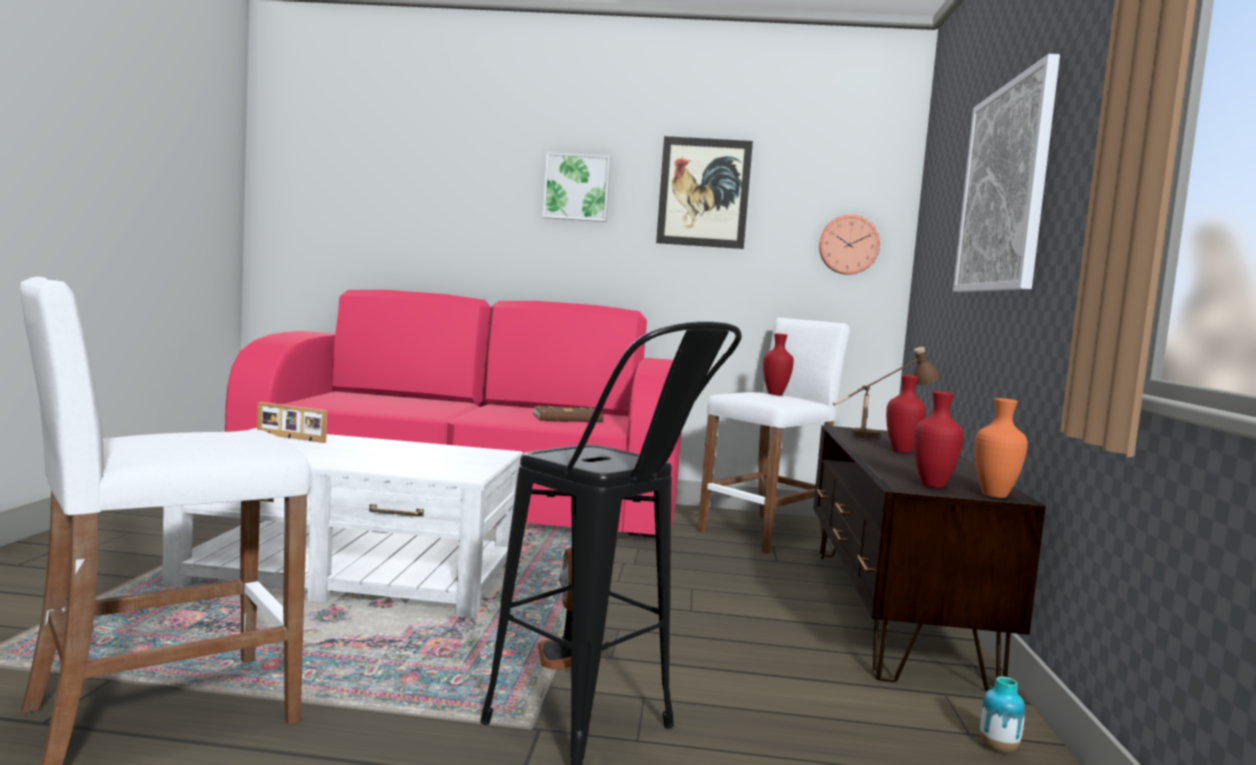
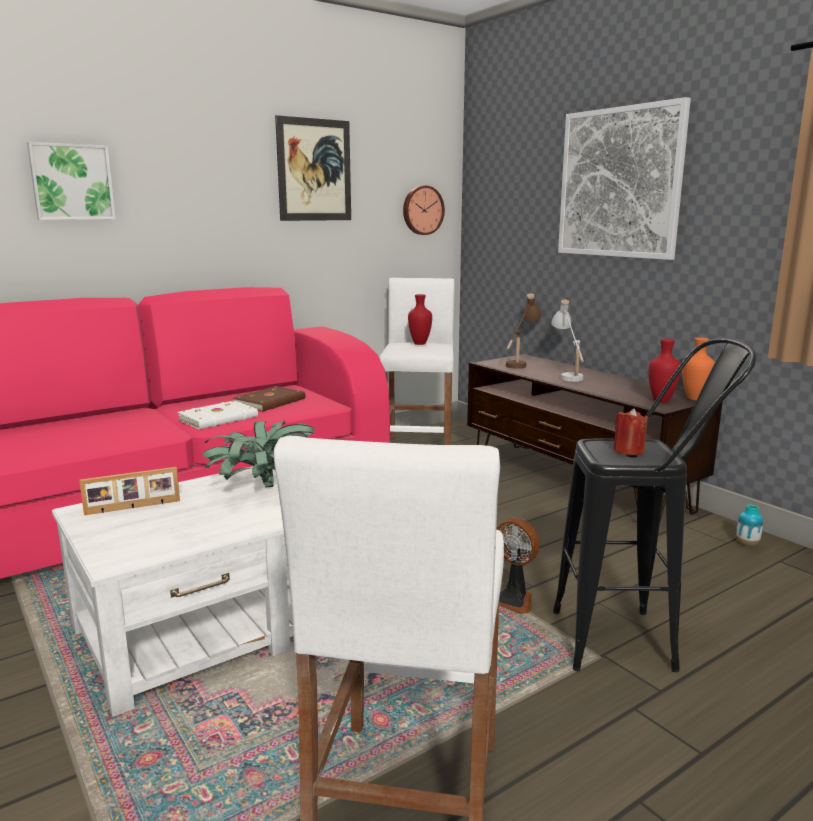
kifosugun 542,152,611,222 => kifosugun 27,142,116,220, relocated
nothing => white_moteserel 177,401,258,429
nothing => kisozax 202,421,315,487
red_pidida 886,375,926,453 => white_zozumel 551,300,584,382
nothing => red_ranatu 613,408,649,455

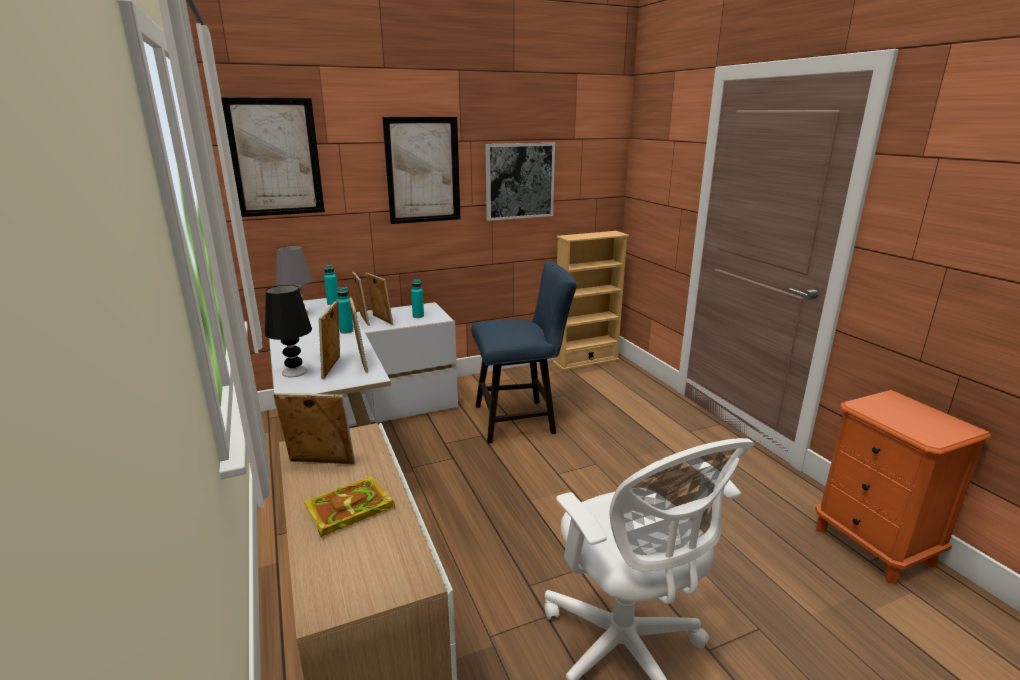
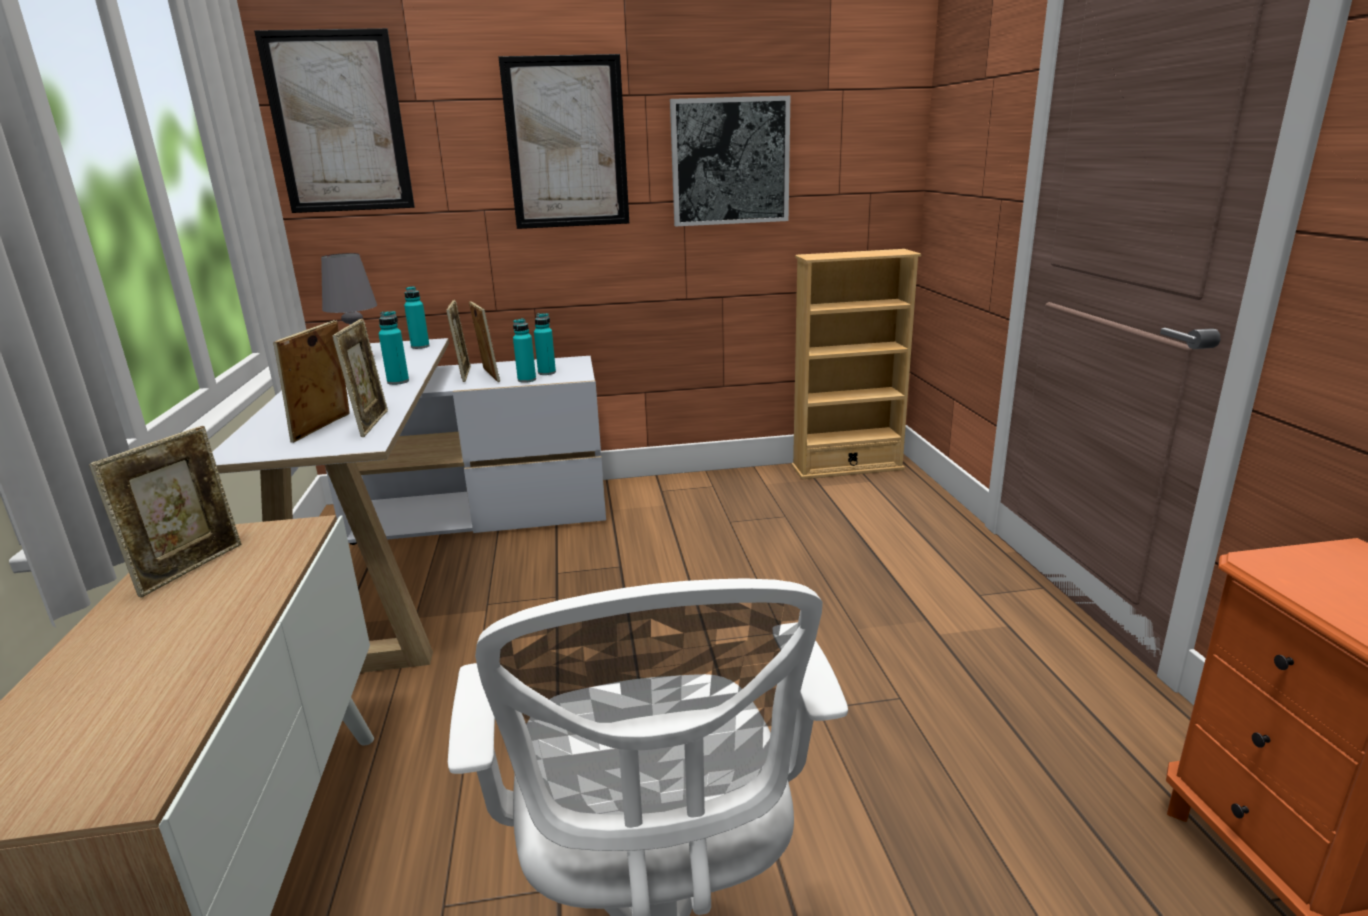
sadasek 273,393,355,464 => sadasek 89,426,242,598, 90 degrees clockwise
nothing => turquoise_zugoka 513,319,536,383
black_zozumel 265,285,312,377 => nothing
moteserel 304,476,395,537 => nothing
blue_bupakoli 471,261,577,444 => nothing

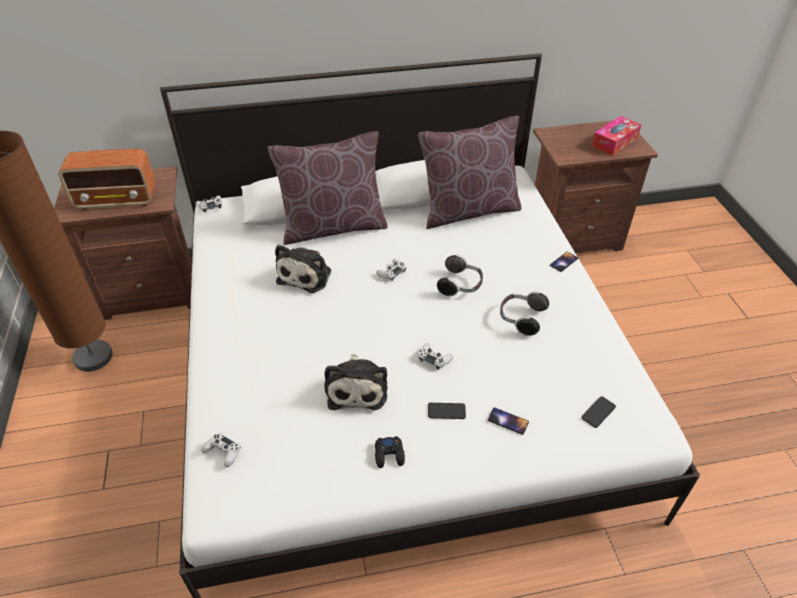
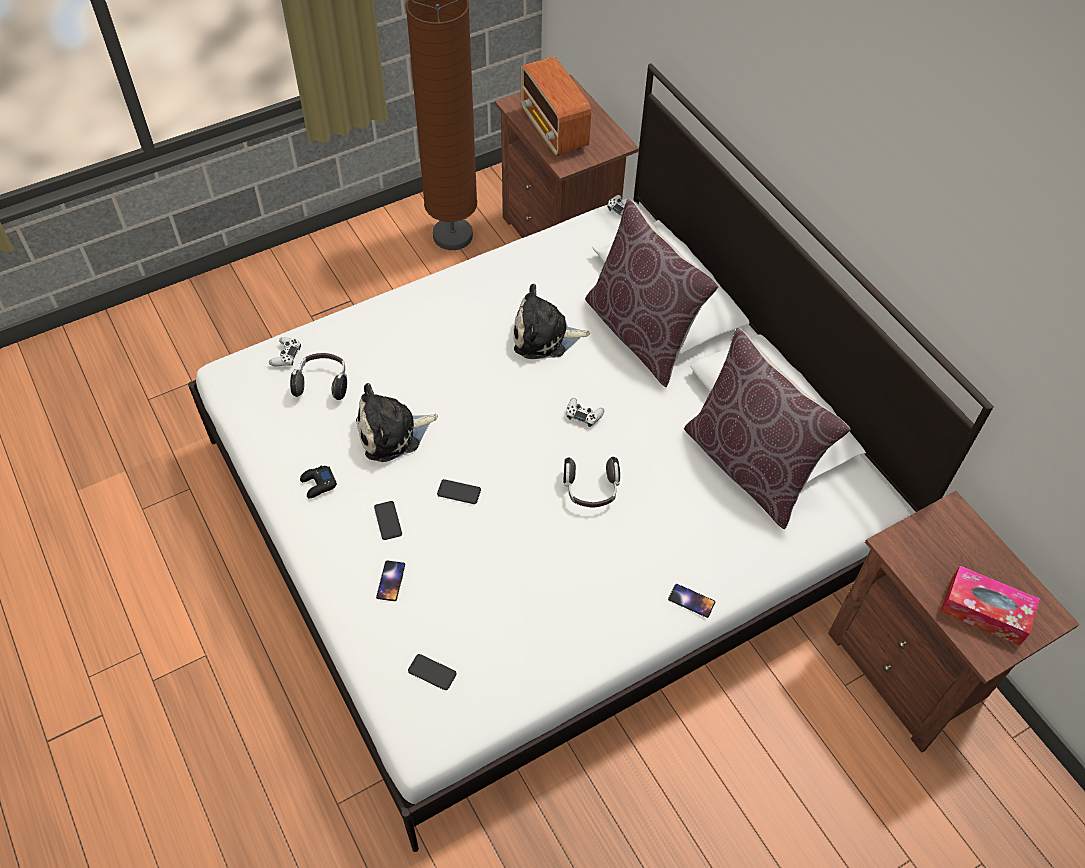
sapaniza 500,291,549,336 => sapaniza 290,353,347,400, relocated
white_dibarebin 418,343,453,370 => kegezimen 437,479,481,504

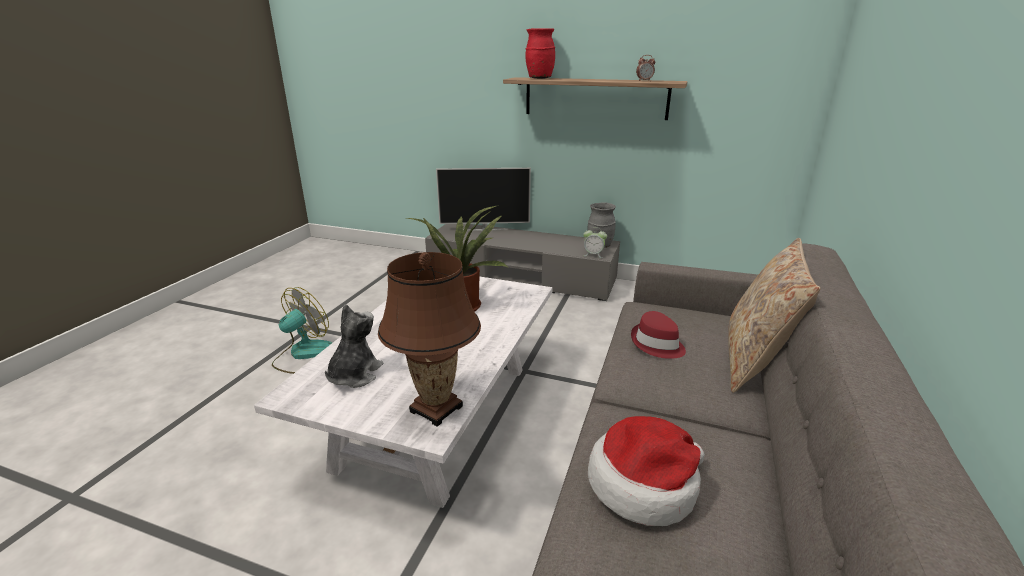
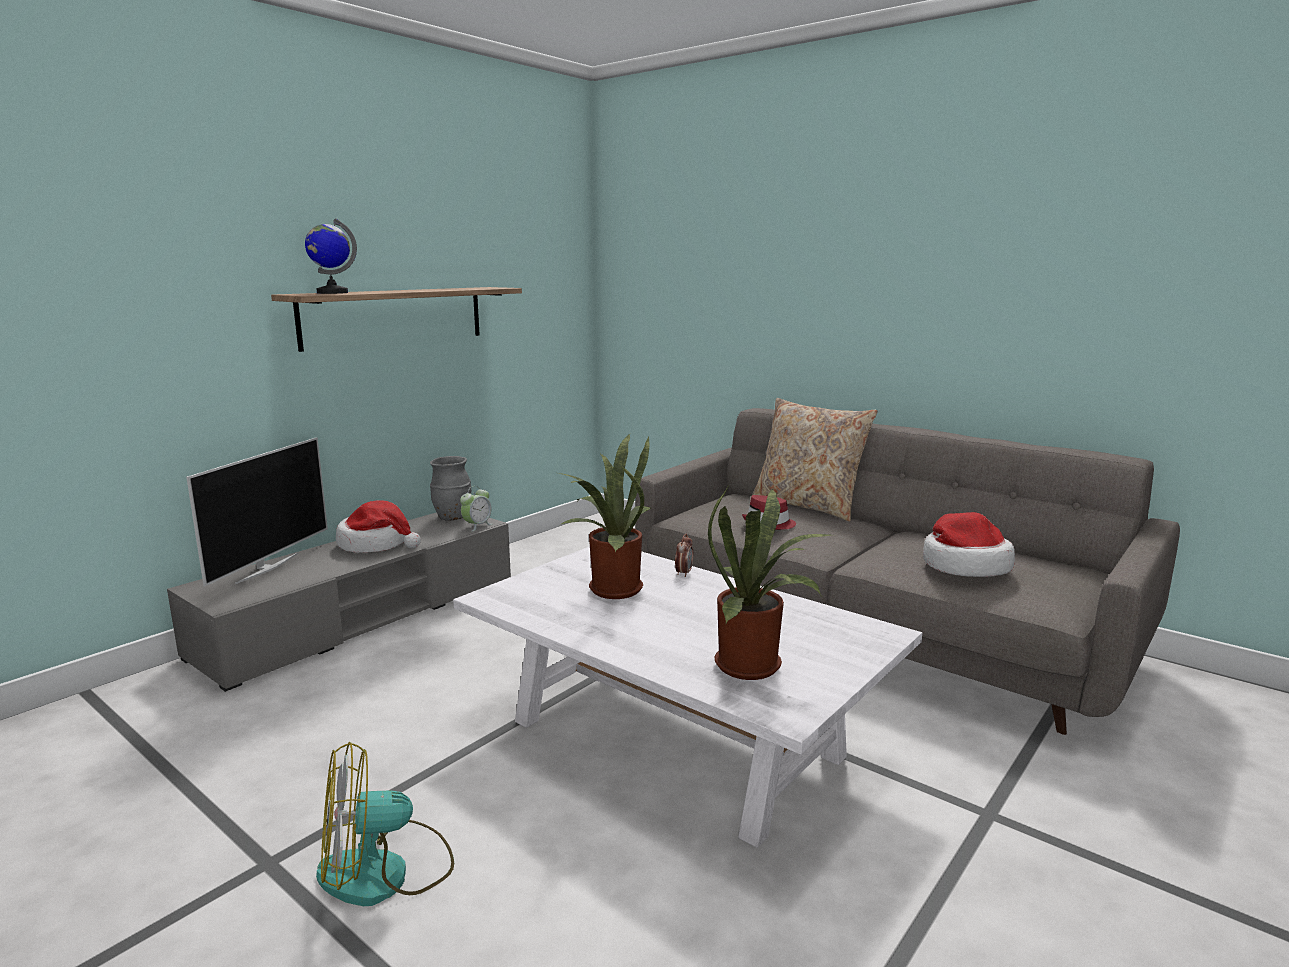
red_pidida 525,28,555,79 => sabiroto 305,218,357,294
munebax 272,287,332,374 => munebax 316,742,454,906, 75 degrees counterclockwise
nothing => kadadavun 336,500,421,553
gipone 636,55,655,81 => gipone 675,534,693,577, relocated
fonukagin 325,304,383,388 => kisozax 708,486,830,680
brown_zozumel 378,252,481,427 => nothing

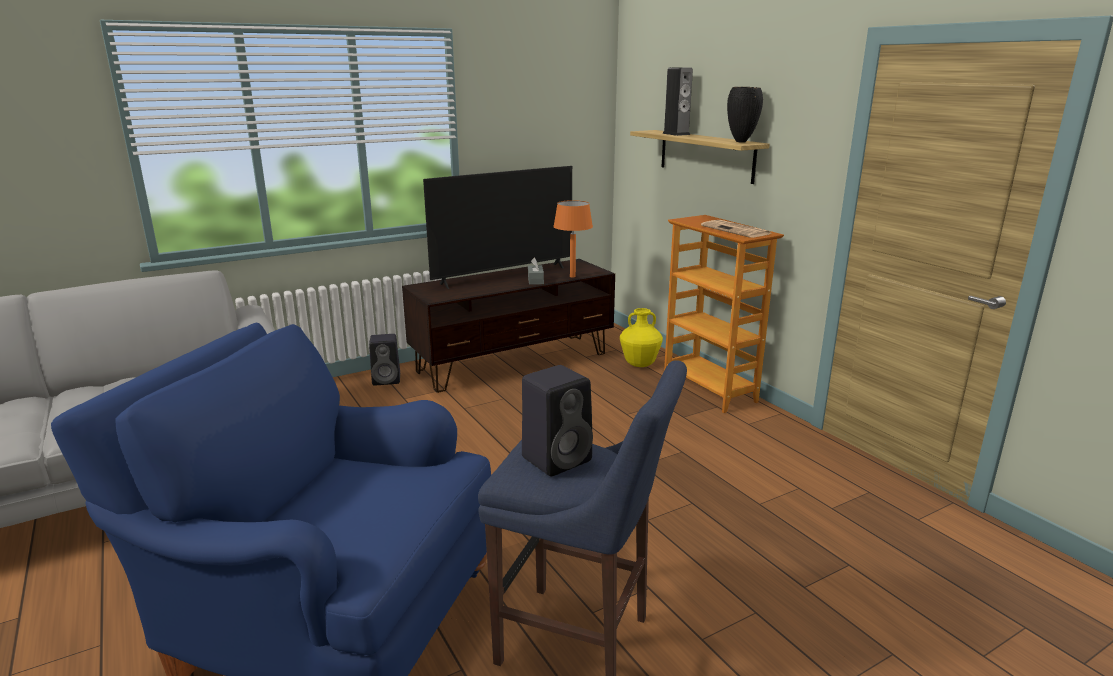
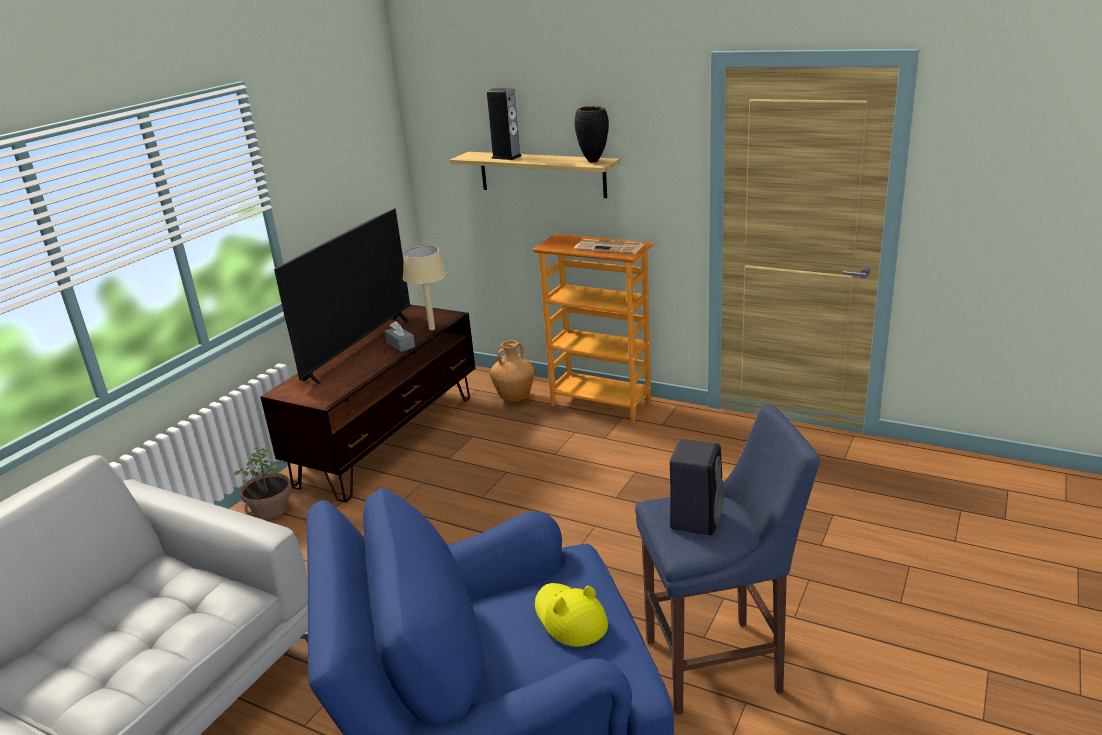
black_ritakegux 369,334,400,386 => kisozax 234,447,292,520
orange_zozumel 553,200,593,278 => beige_zozumel 403,246,446,330
yellow_pidida 620,308,663,367 => brown_pidida 490,340,535,402
nothing => yellow_kadadavun 535,583,608,647

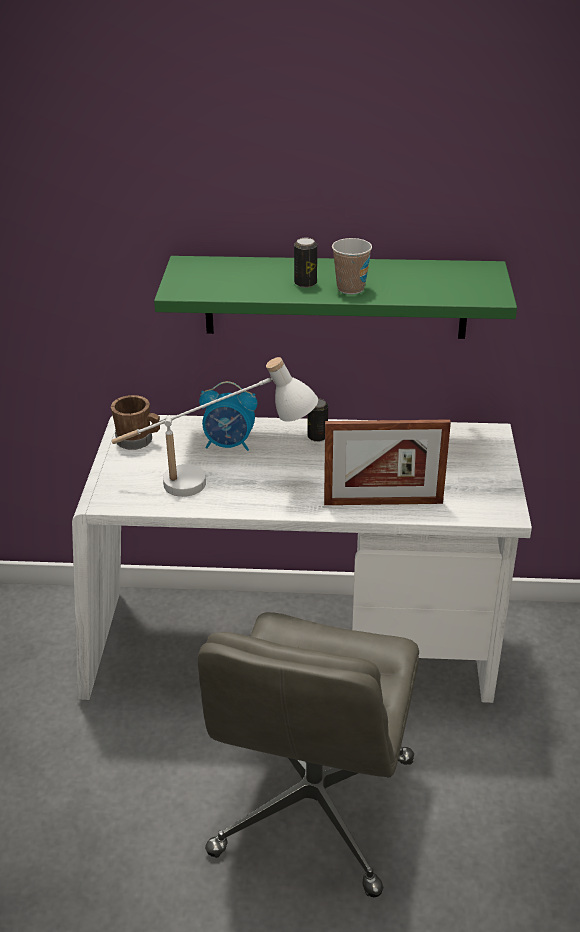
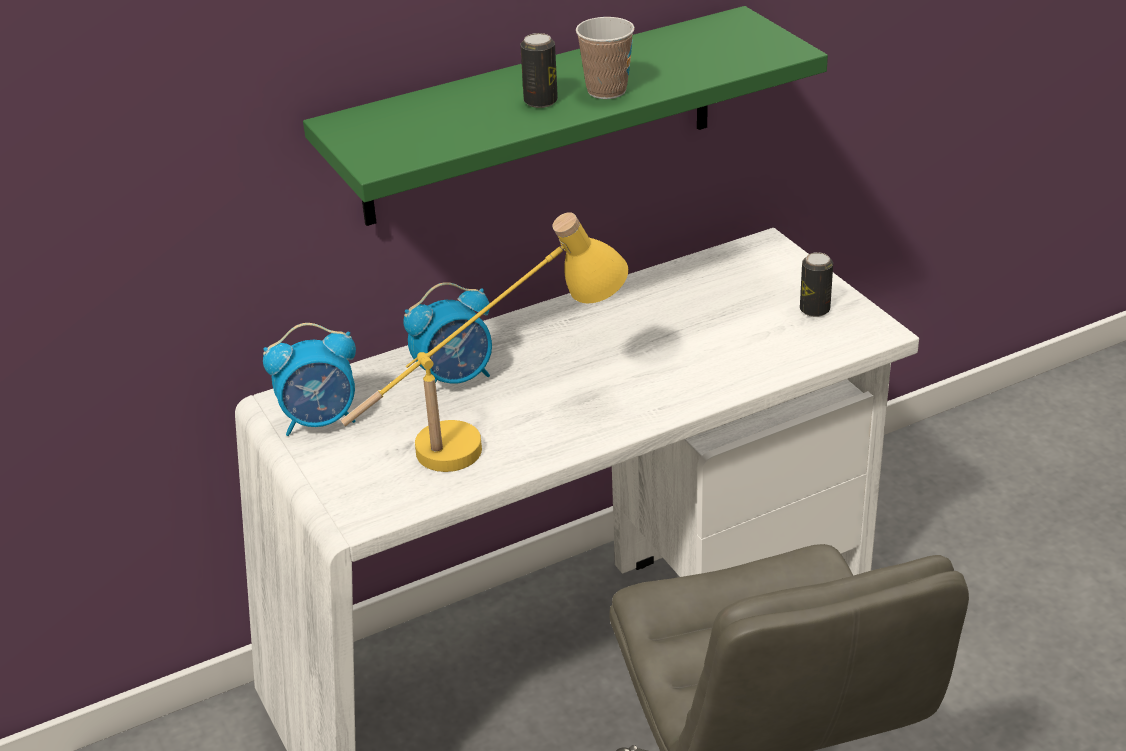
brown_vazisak 111,395,160,450 => gipone 263,323,356,436
white_zozumel 112,357,318,497 => yellow_zozumel 340,212,628,472
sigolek 308,398,328,442 => sigolek 800,252,833,317, relocated
sadasek 324,419,451,505 => nothing

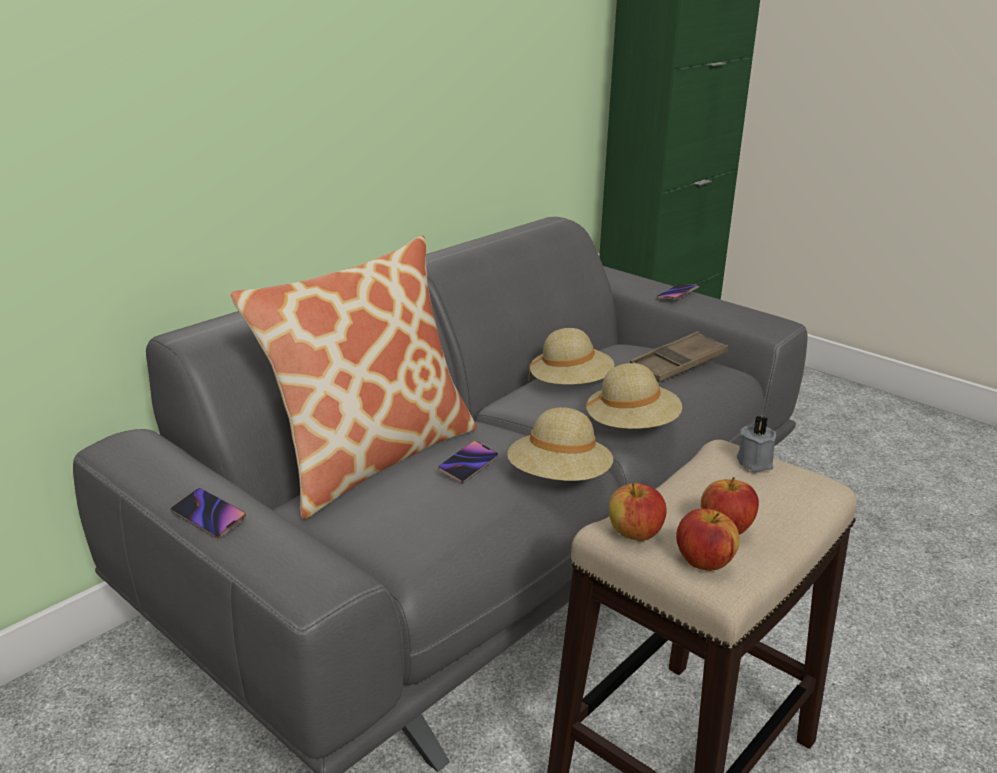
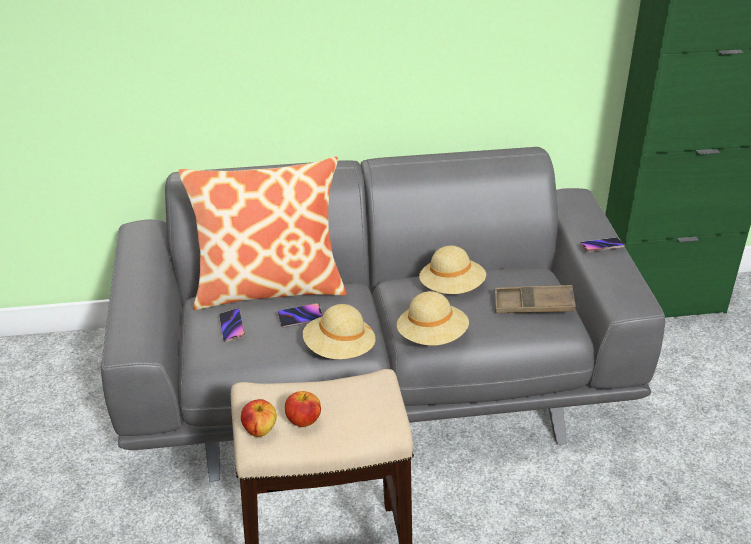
kegezimen 171,488,246,538 => kegezimen 219,308,245,342, relocated
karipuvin 609,483,667,541 => nothing
grey_ranatu 737,415,776,472 => nothing

